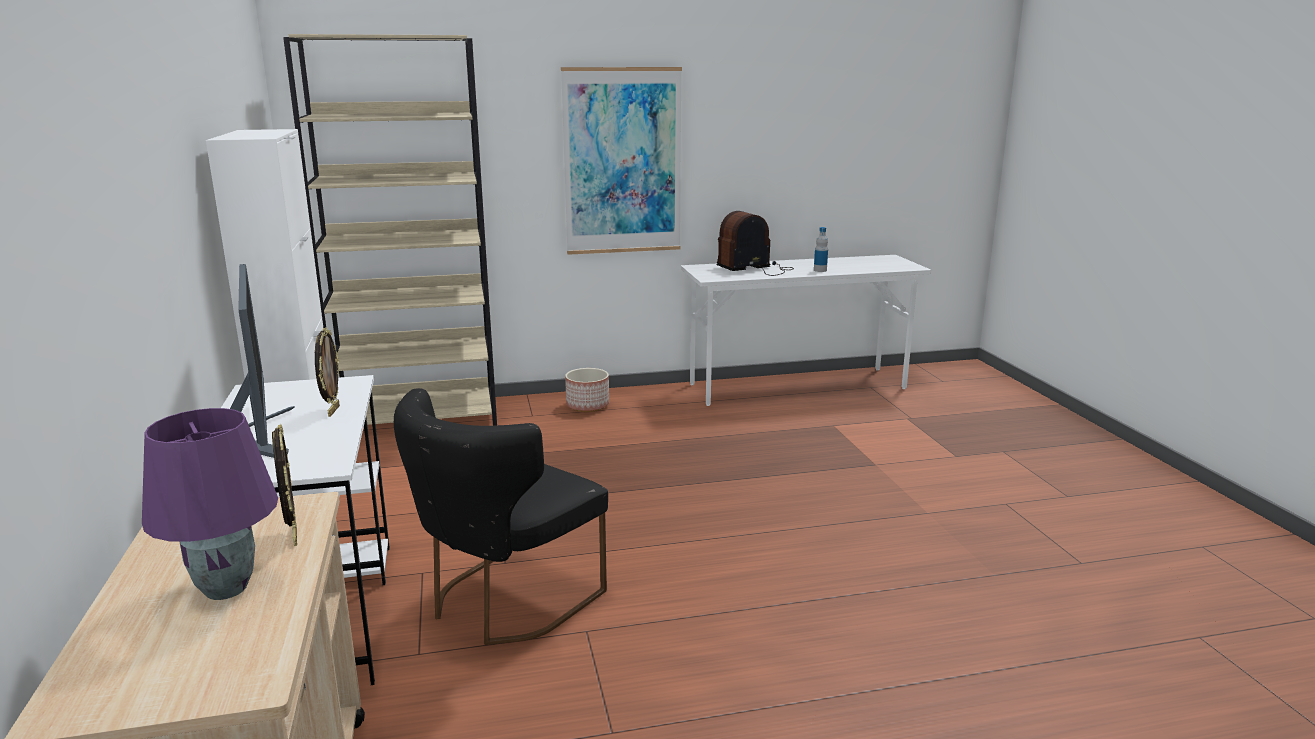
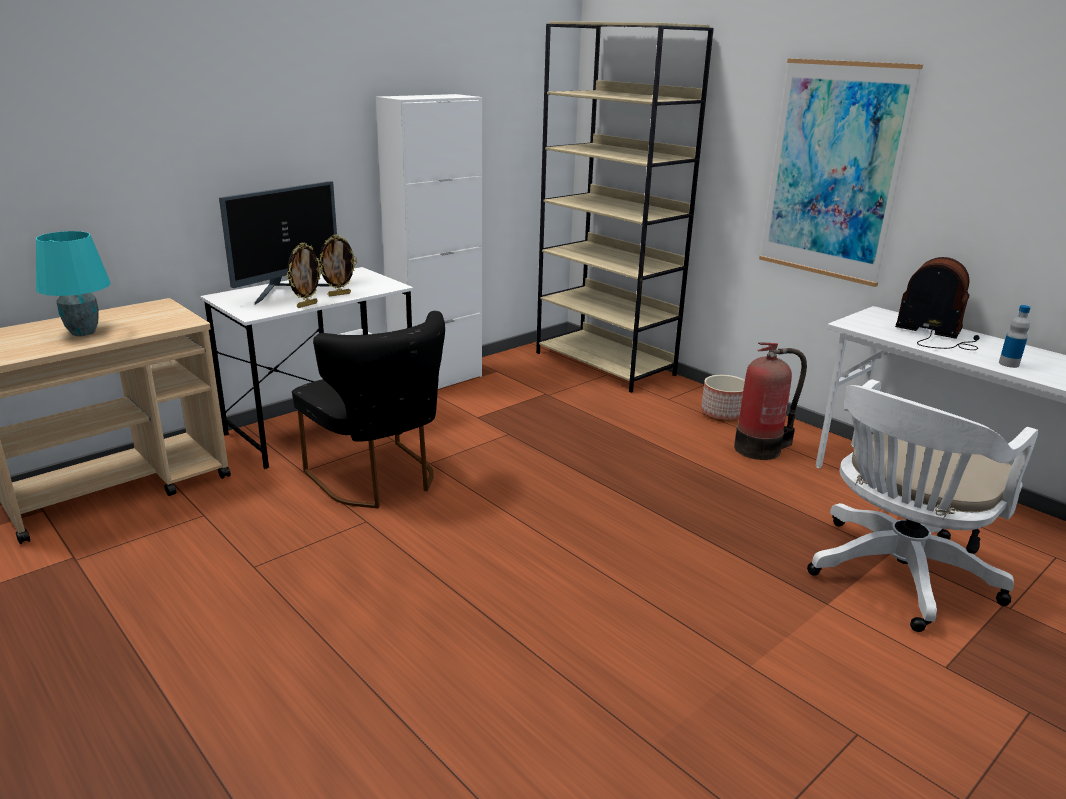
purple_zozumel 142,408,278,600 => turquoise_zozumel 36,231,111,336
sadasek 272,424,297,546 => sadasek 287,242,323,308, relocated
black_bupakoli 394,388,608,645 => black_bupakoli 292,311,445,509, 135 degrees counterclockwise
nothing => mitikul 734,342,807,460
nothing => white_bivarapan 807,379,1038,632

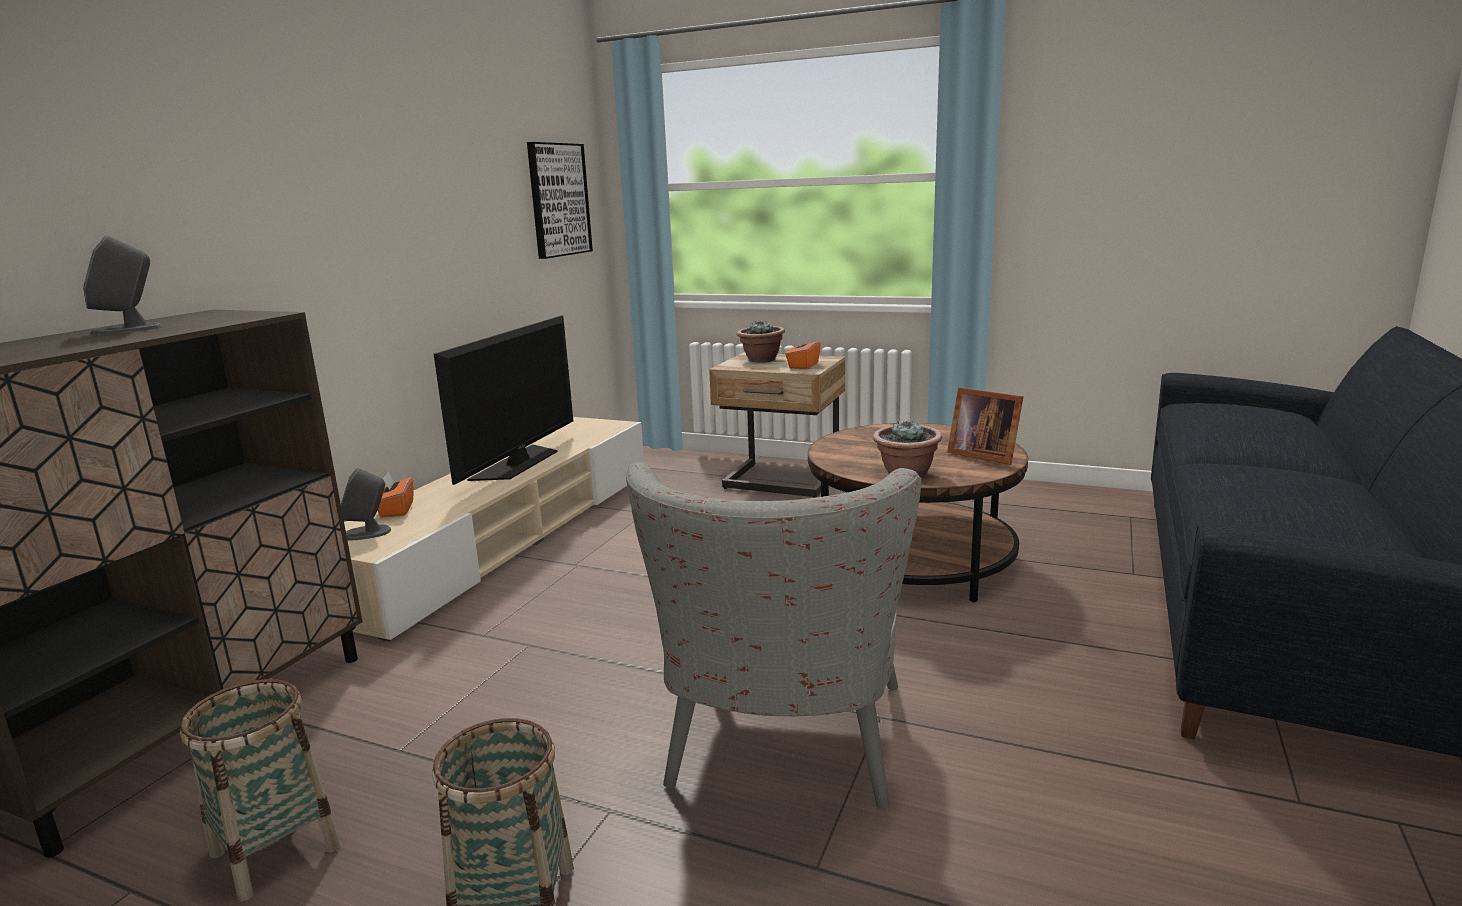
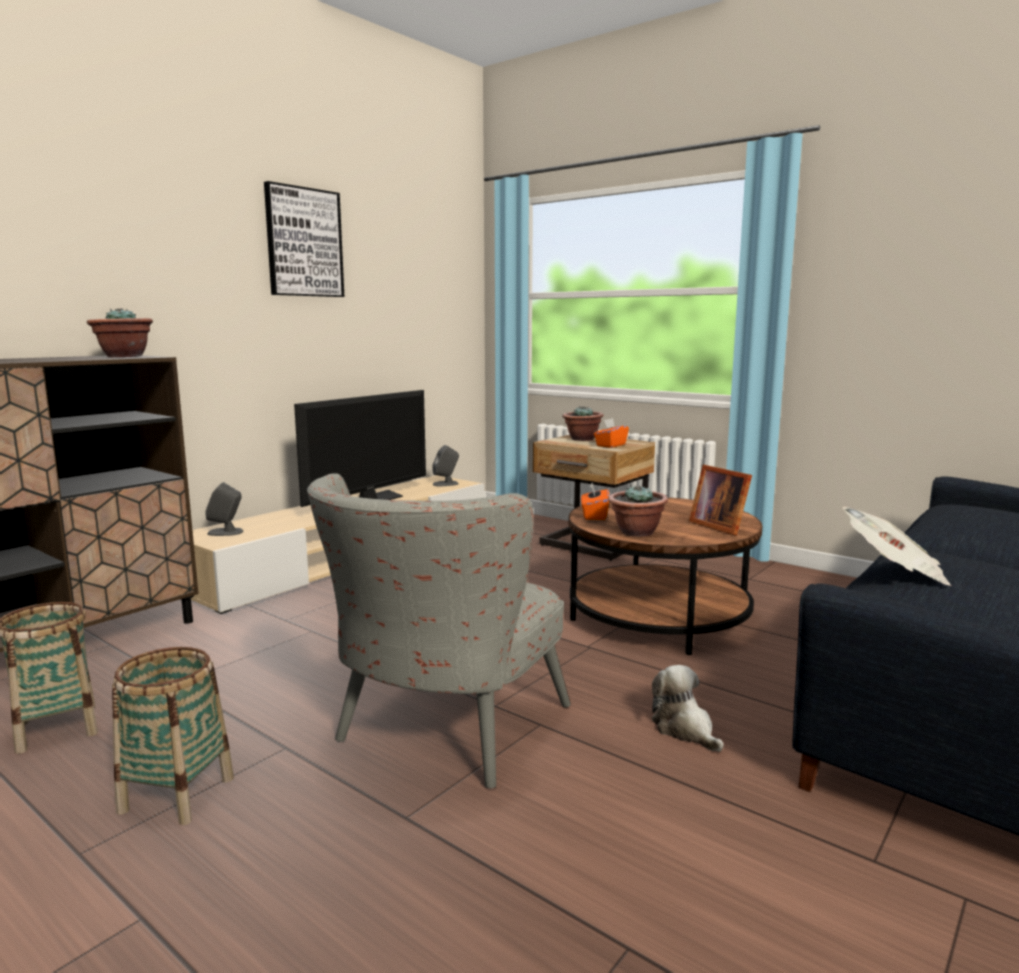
nothing => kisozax 87,308,153,357
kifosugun 527,142,593,259 => kifosugun 264,181,344,297, relocated
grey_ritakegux 83,235,163,335 => grey_ritakegux 432,445,459,486, relocated
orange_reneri 377,472,414,518 => orange_reneri 581,483,610,520, relocated
nothing => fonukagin 652,665,724,752
nothing => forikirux 842,506,951,586

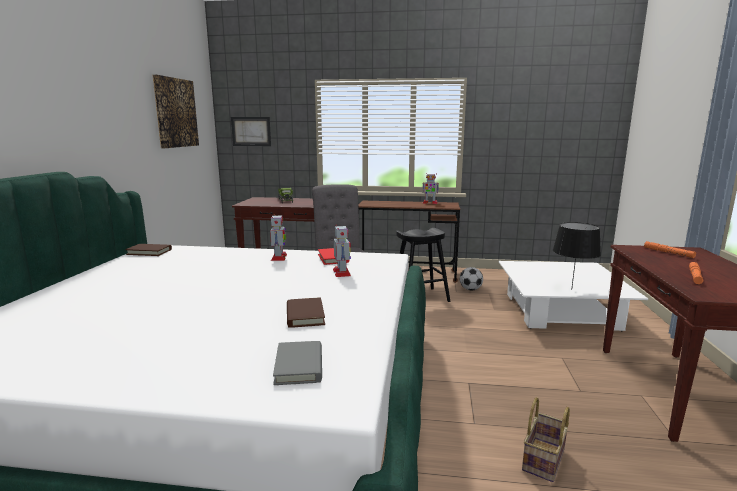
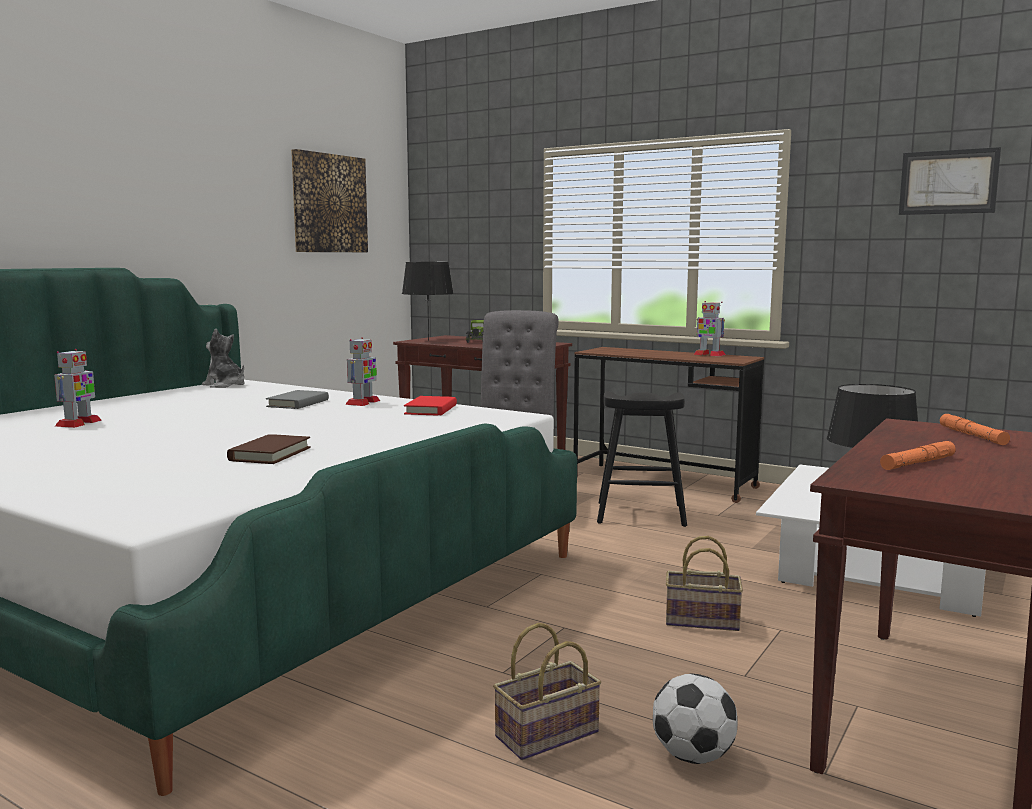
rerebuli 333,225,351,277 => rerebuli 54,349,102,428, relocated
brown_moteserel 125,244,172,256 => fonukagin 202,329,245,388
grey_moteserel 273,341,322,385 => grey_moteserel 266,390,329,409, relocated
nothing => black_zozumel 402,262,454,341
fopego 460,267,483,291 => fopego 653,673,738,764, relocated
nothing => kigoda 666,536,743,631
kifosugun 231,117,271,146 => kifosugun 899,147,1001,215, relocated

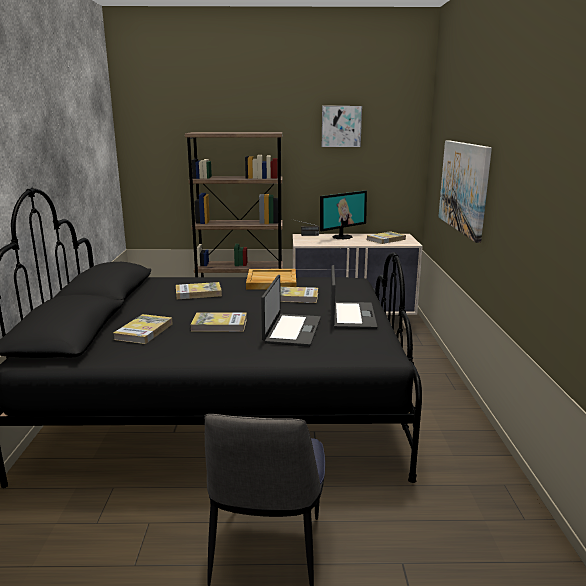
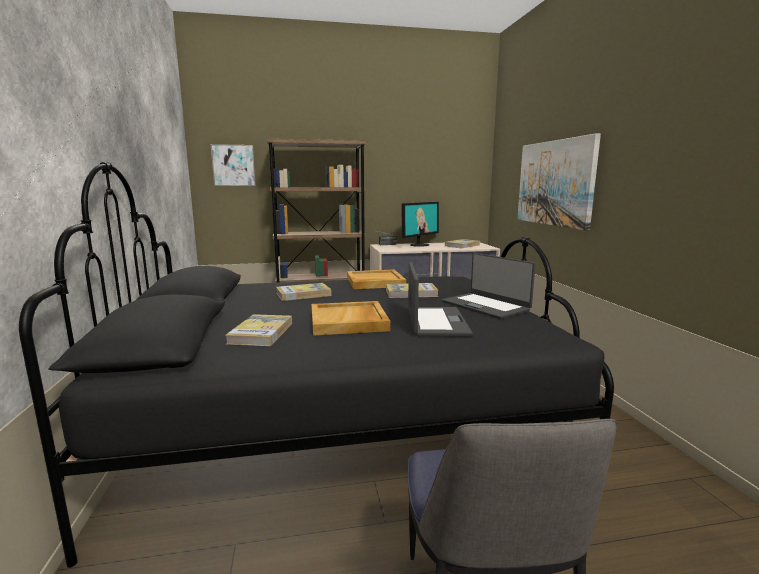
kifosugun 322,106,362,147 => kifosugun 211,144,256,186, relocated
moteserel 190,312,247,332 => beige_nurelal 311,301,390,336
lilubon 331,265,378,329 => lilubon 442,253,535,319, 150 degrees clockwise

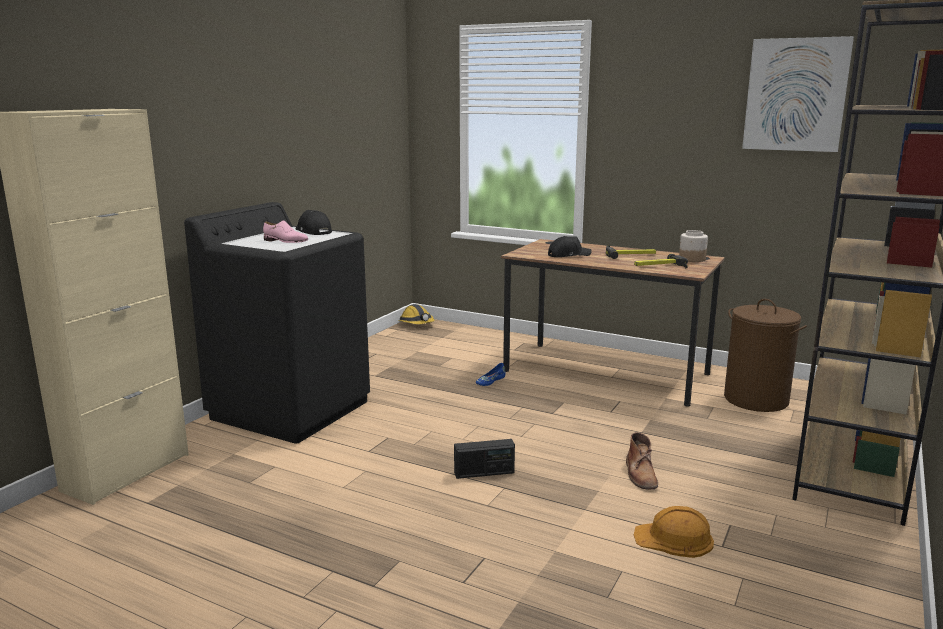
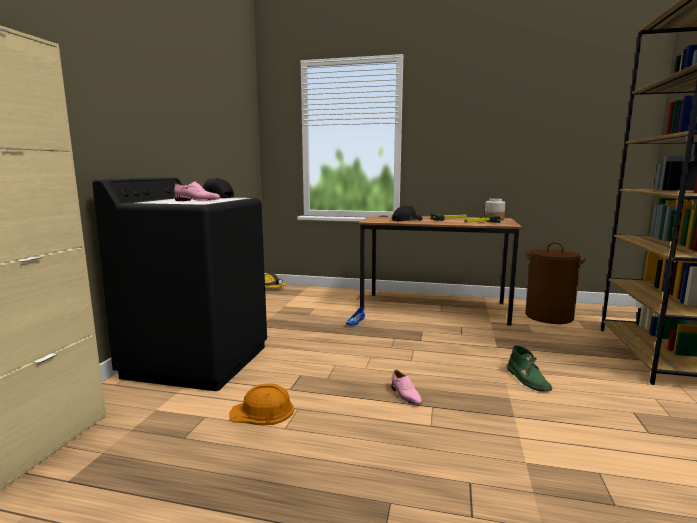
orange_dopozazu 634,506,714,558 => orange_dopozazu 229,384,294,425, relocated
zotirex 454,439,515,479 => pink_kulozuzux 391,370,422,405
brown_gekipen 626,432,658,490 => green_gekipen 507,345,552,392
kifosugun 742,36,854,152 => nothing

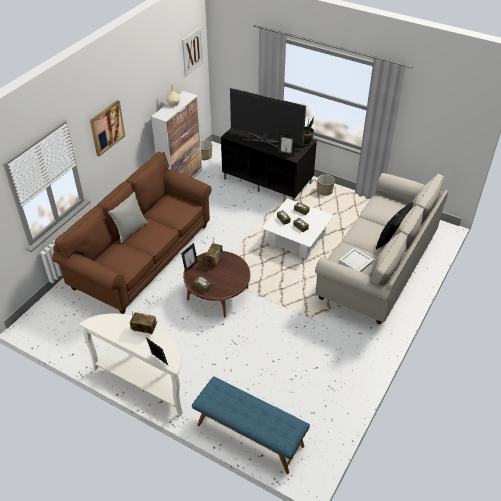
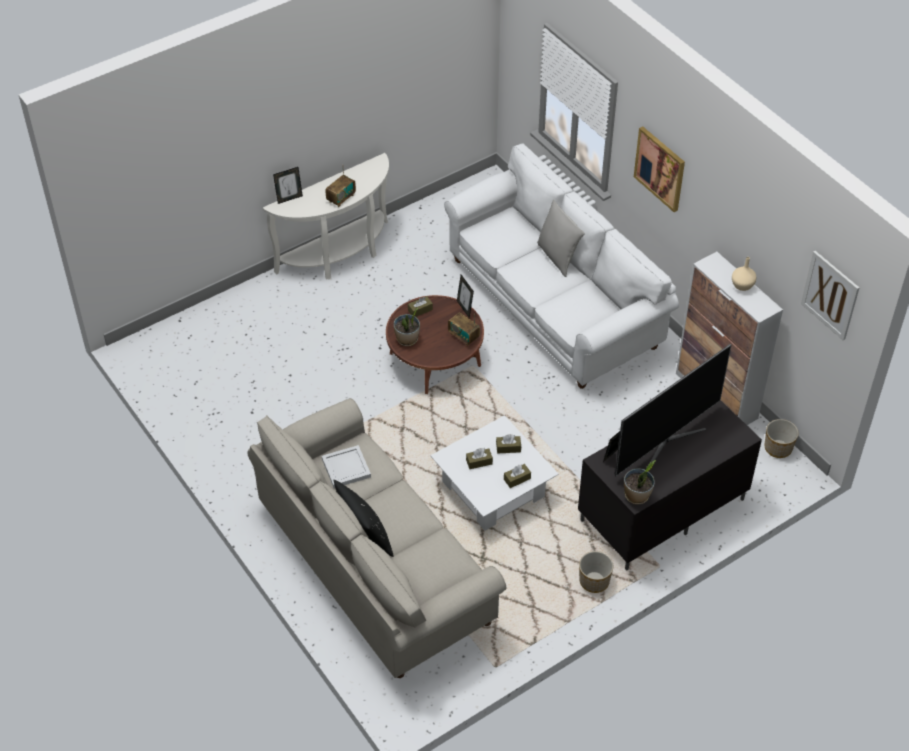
nothing => kisozax 393,308,420,346
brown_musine 52,152,212,314 => white_musine 444,143,679,389
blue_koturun 192,376,310,474 => nothing

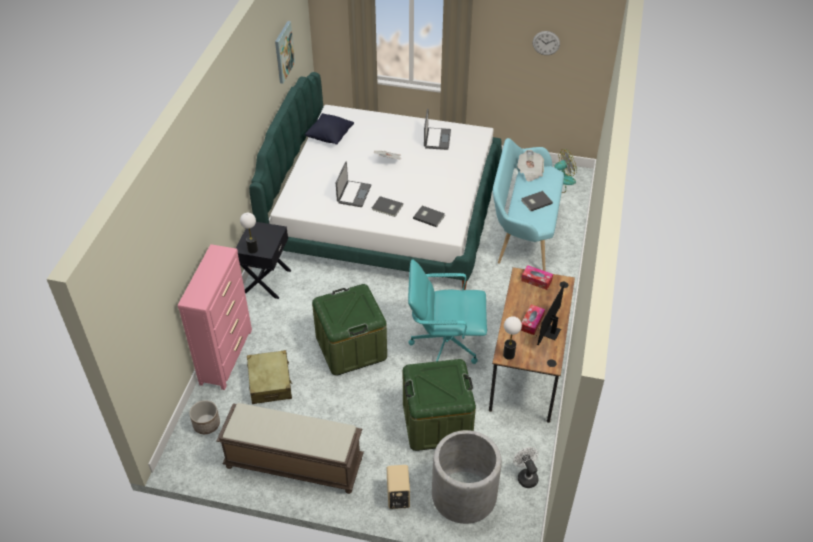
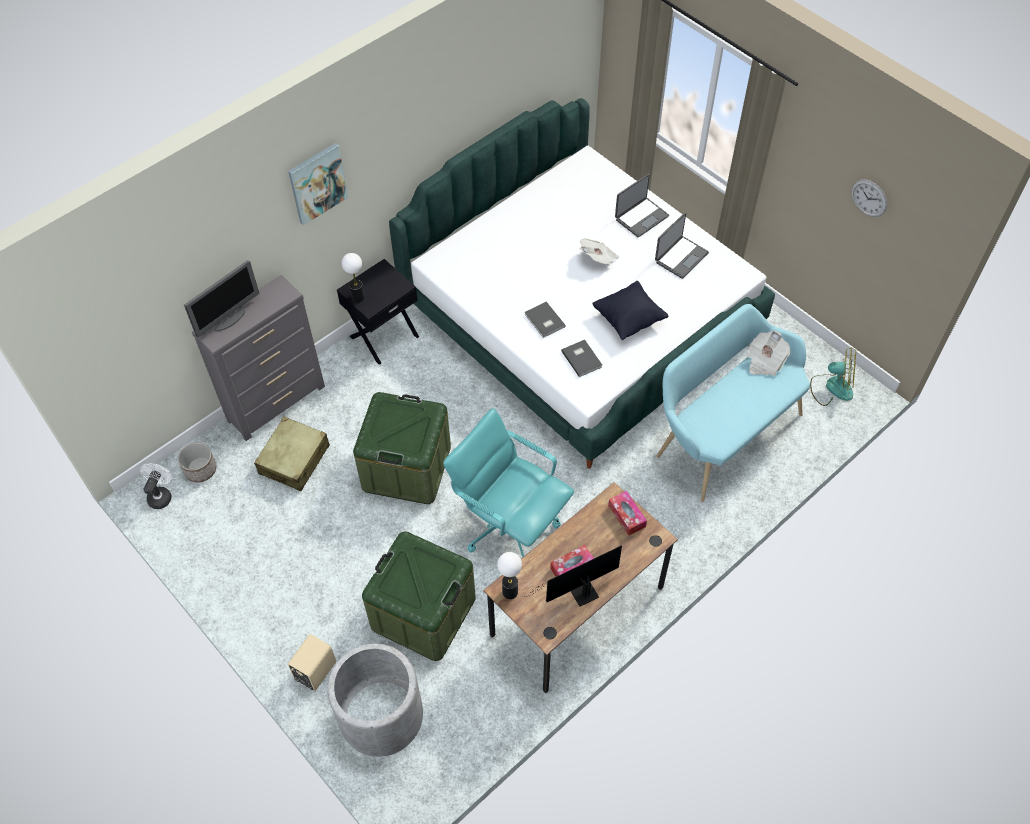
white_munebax 513,447,539,488 => white_munebax 140,463,172,509, relocated
nothing => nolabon 184,260,259,338
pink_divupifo 177,244,252,390 => grey_divupifo 192,275,325,441
kifosugun 275,21,295,84 => kifosugun 288,143,348,225, relocated
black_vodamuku 305,113,354,145 => black_vodamuku 592,281,668,340, relocated
lilubon 336,162,371,207 => lilubon 615,174,669,237, relocated
brown_koturun 217,403,364,494 => nothing
grey_moteserel 521,191,553,211 => nothing

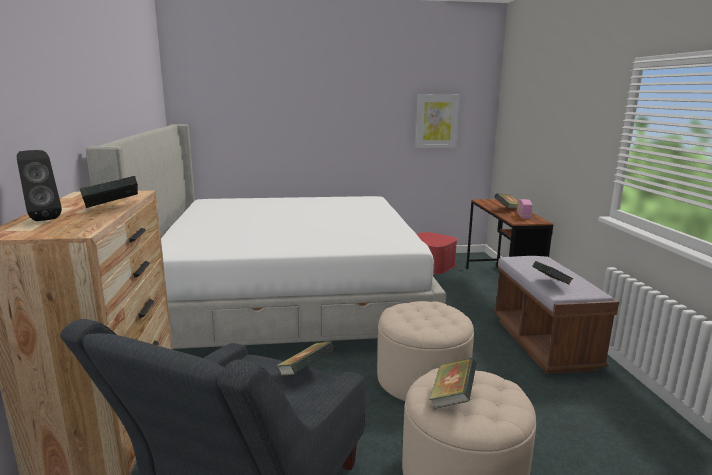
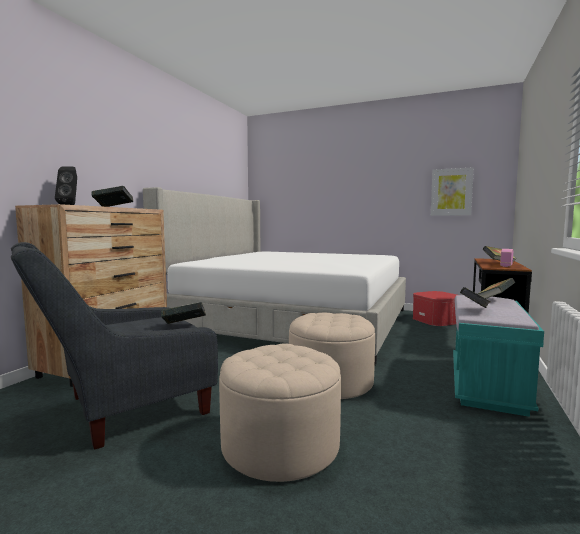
brown_koturun 493,256,619,374 => turquoise_koturun 453,295,544,417
moteserel 429,358,476,408 => moteserel 478,278,515,299, relocated

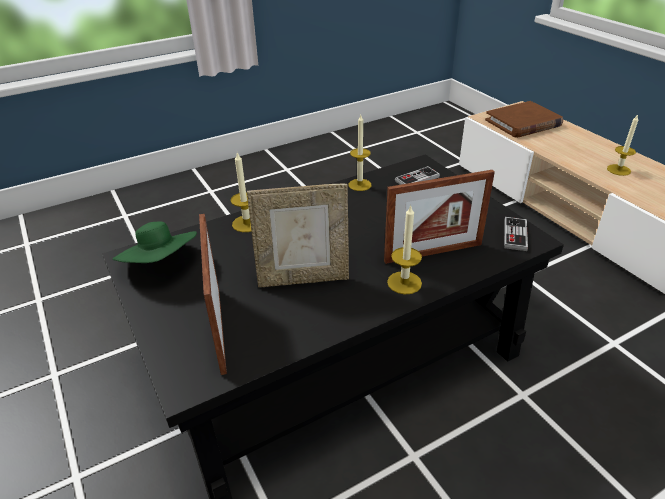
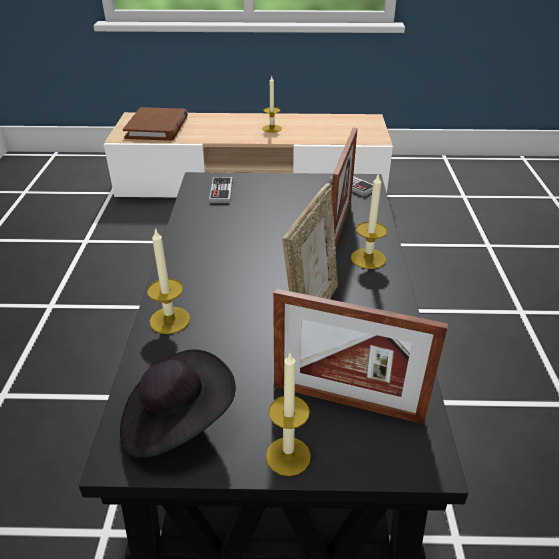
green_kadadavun 113,221,197,263 => black_kadadavun 120,349,236,458
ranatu 348,115,371,191 => ranatu 266,353,311,476, relocated

